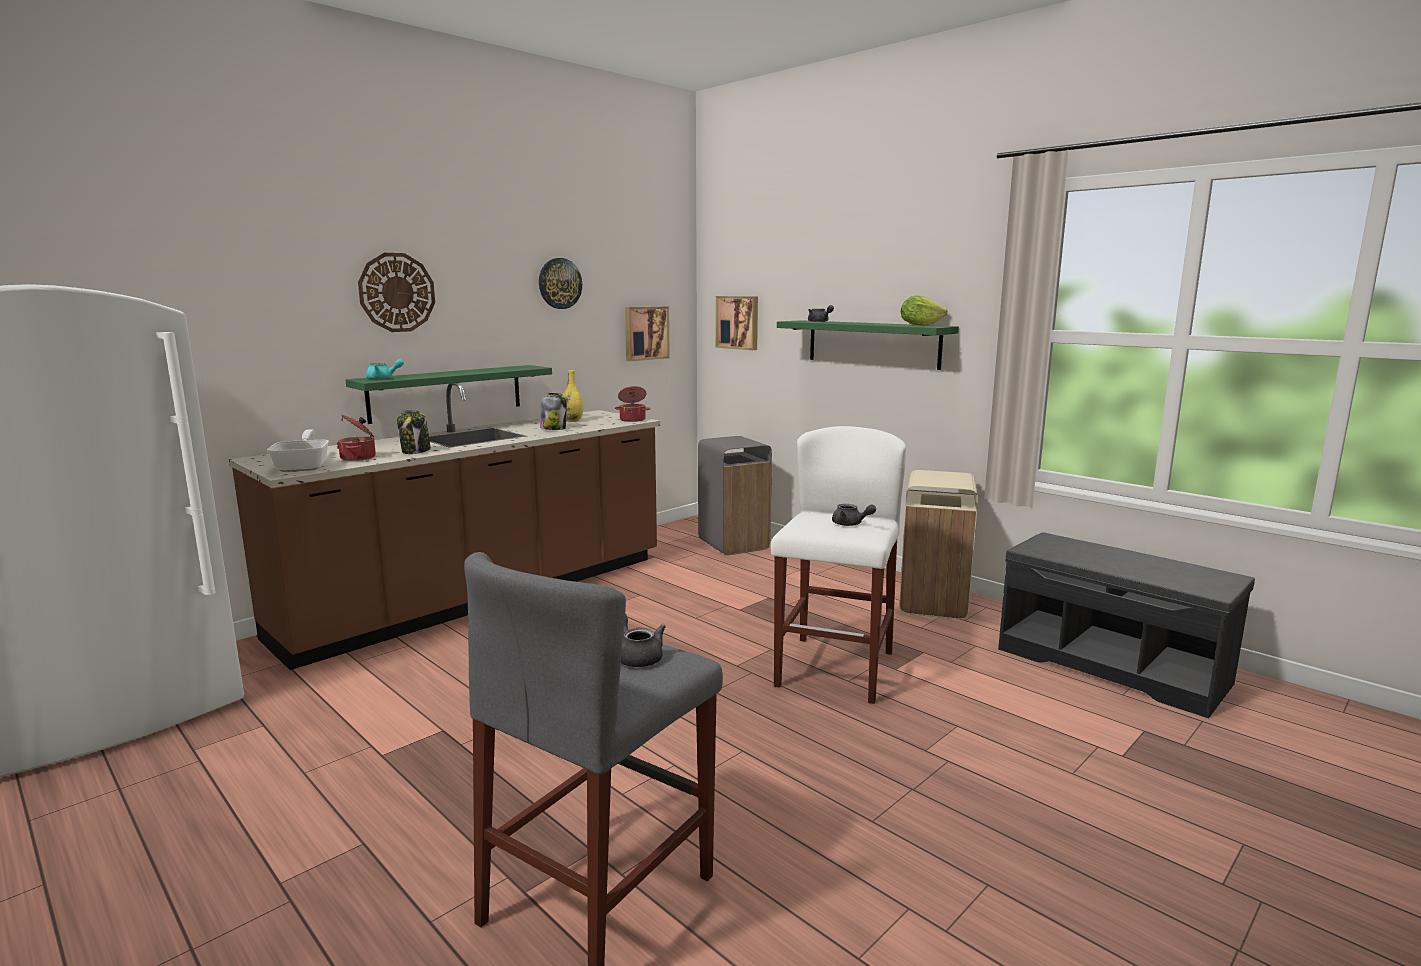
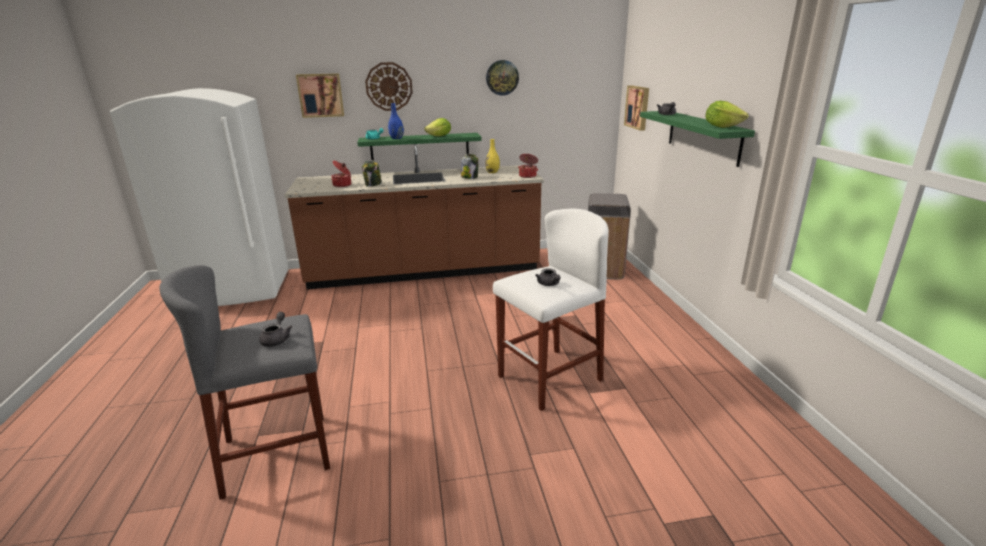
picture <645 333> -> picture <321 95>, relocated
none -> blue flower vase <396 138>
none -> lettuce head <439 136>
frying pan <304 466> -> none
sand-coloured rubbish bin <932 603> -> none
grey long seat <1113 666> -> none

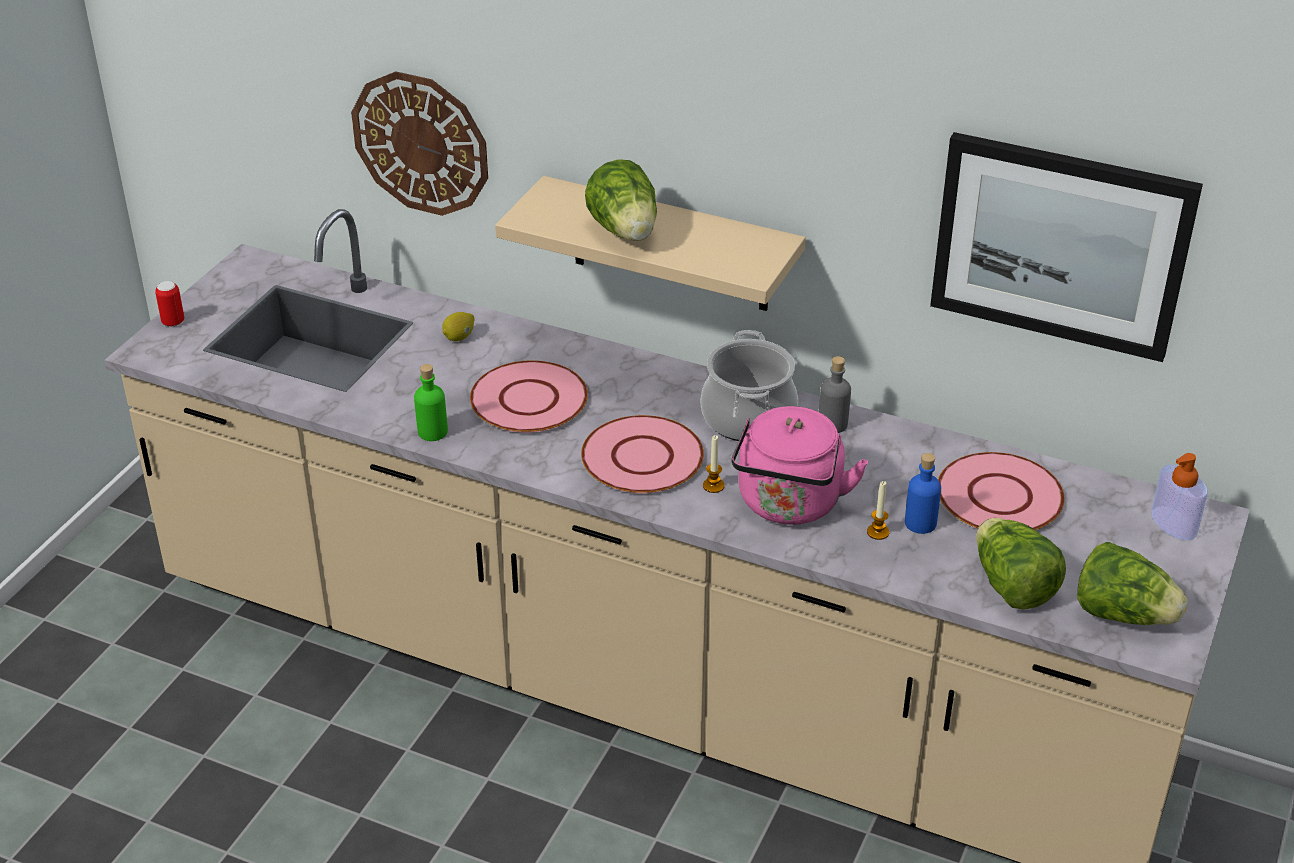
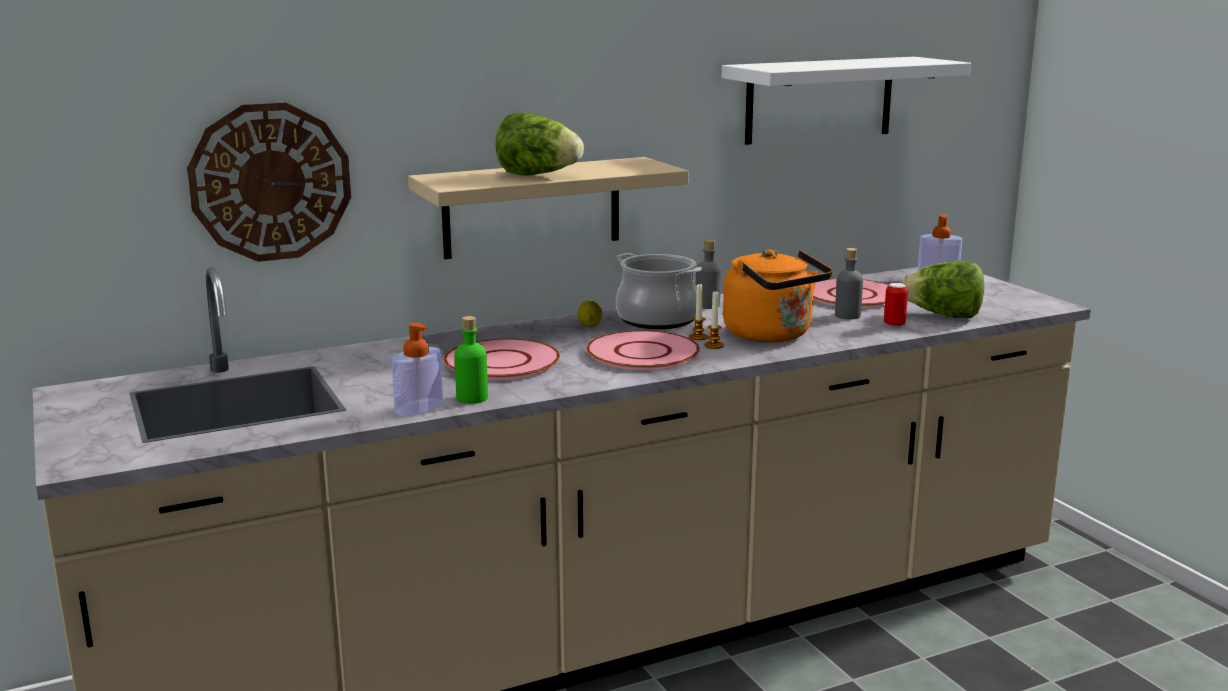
none -> soap bottle <419 407>
whole lemon <459 337> -> whole lemon <590 326>, relocated
wax light <878 532> -> wax light <698 337>, relocated
picture <1060 245> -> white wall shelf <819 100>
pink tea kettle <789 505> -> orange-coloured tea kettle <772 335>
blue beverage bottle <920 523> -> grey beverage bottle <847 315>
sealed can <173 322> -> sealed can <894 325>, relocated
lettuce head <1122 614> -> none

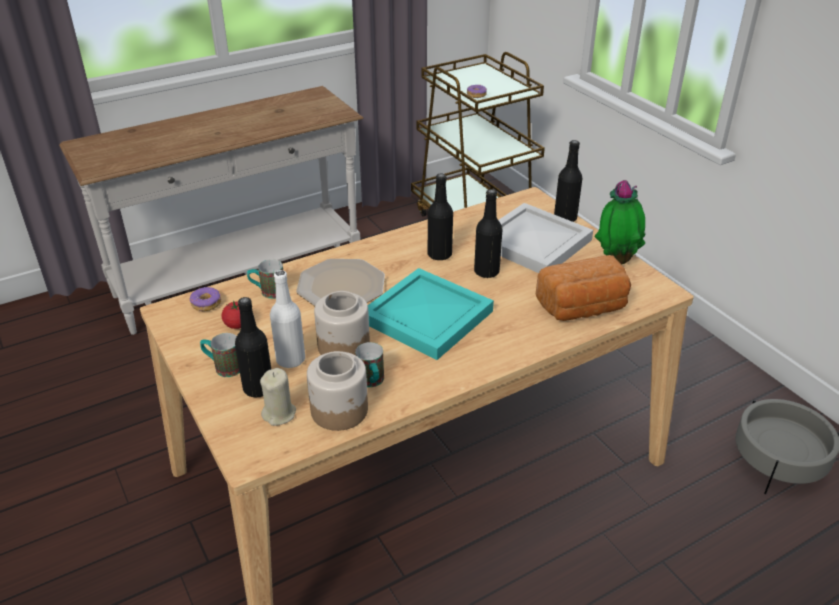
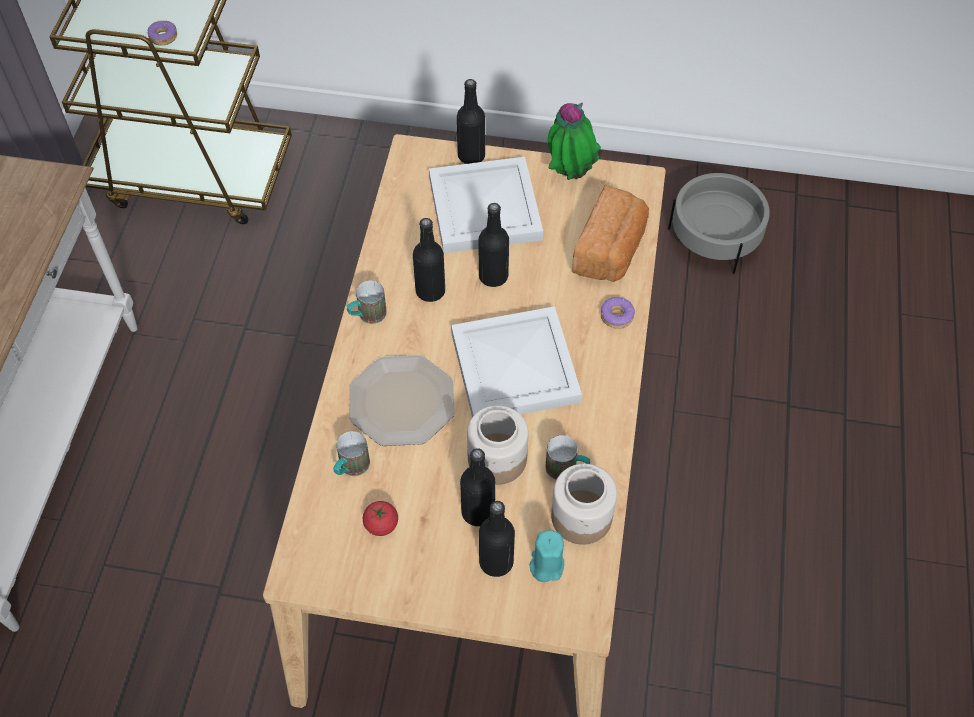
tea mug <223 367> -> tea mug <367 316>, relocated
blue-green serving tray <426 315> -> white serving tray <512 366>
white beverage bottle <290 359> -> black-coloured beverage bottle <478 512>
sand-coloured wax light <279 414> -> blue-green wax light <546 565>
doughnut <206 304> -> doughnut <617 316>, relocated

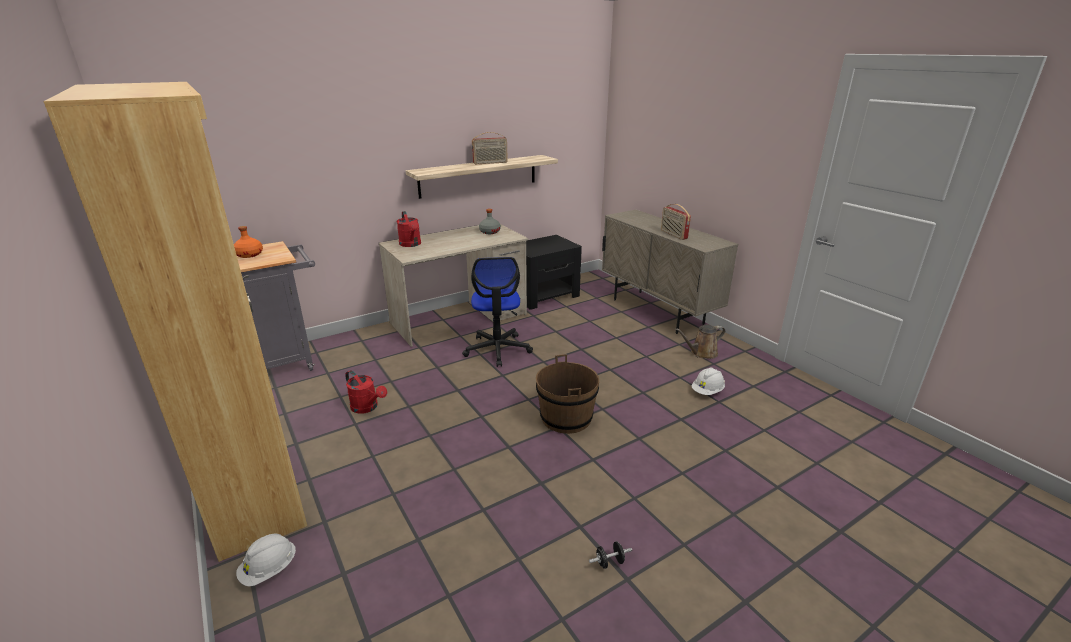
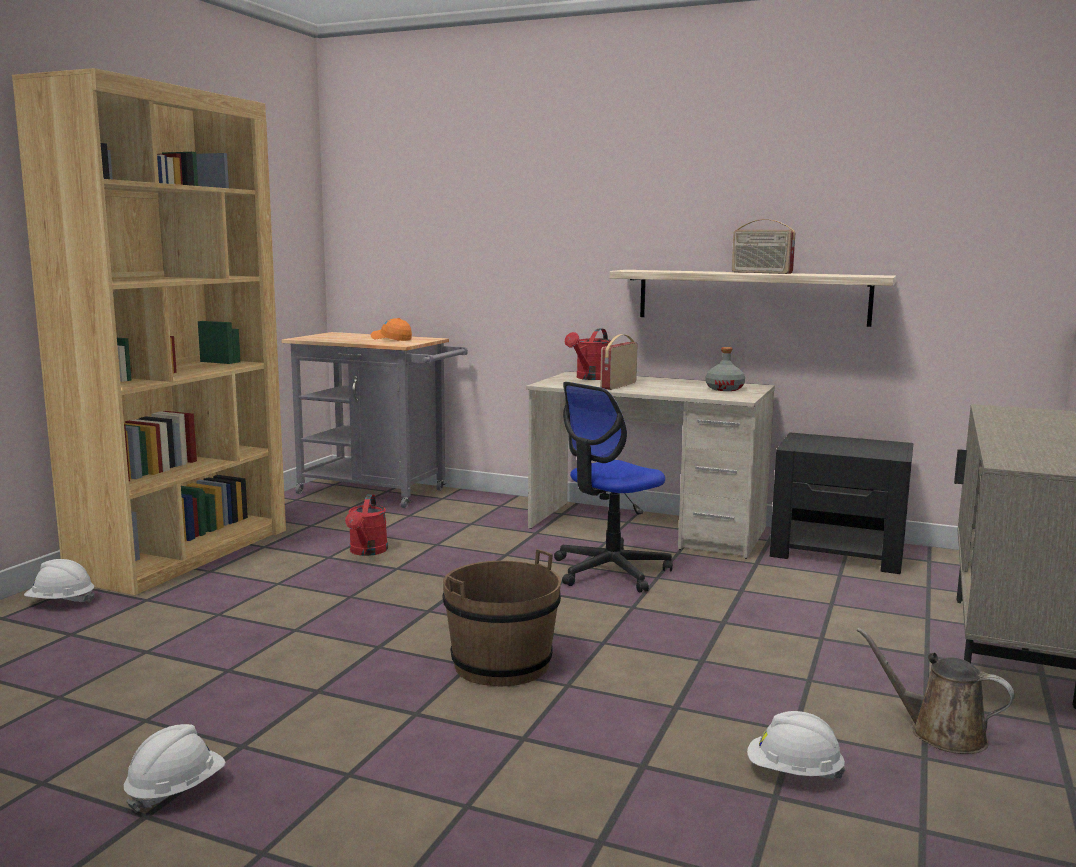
black-coloured hand weight <609 562> -> white hard hat <176 790>
orange-coloured beverage bottle <249 254> -> orange-coloured baseball cap <391 339>
radio <673 234> -> radio <617 385>, relocated

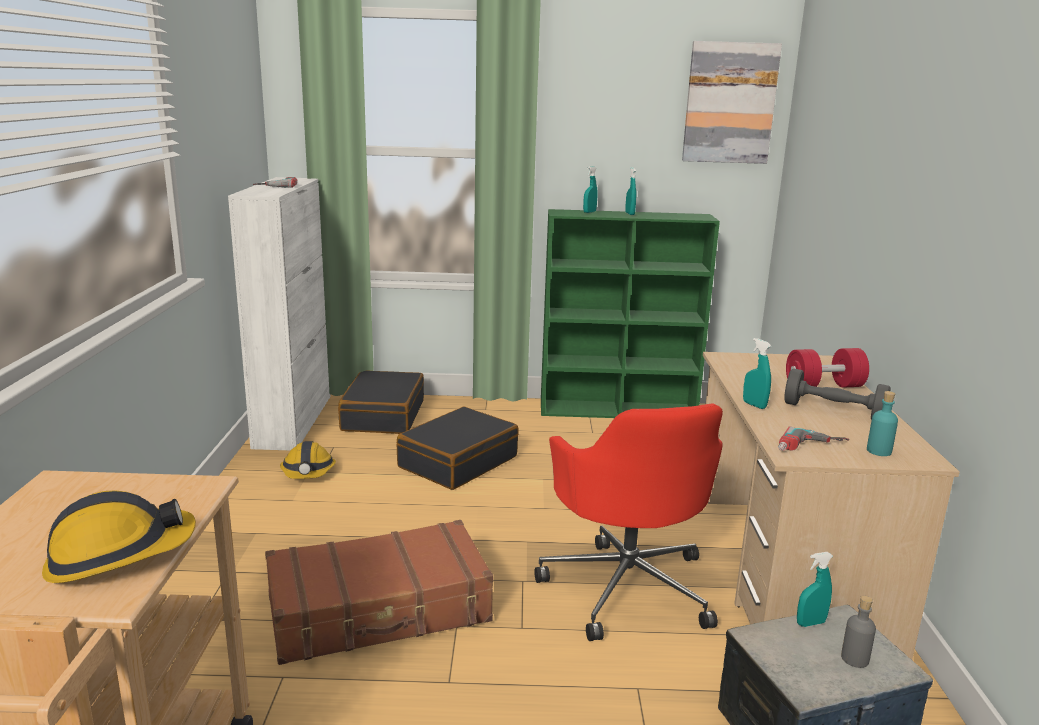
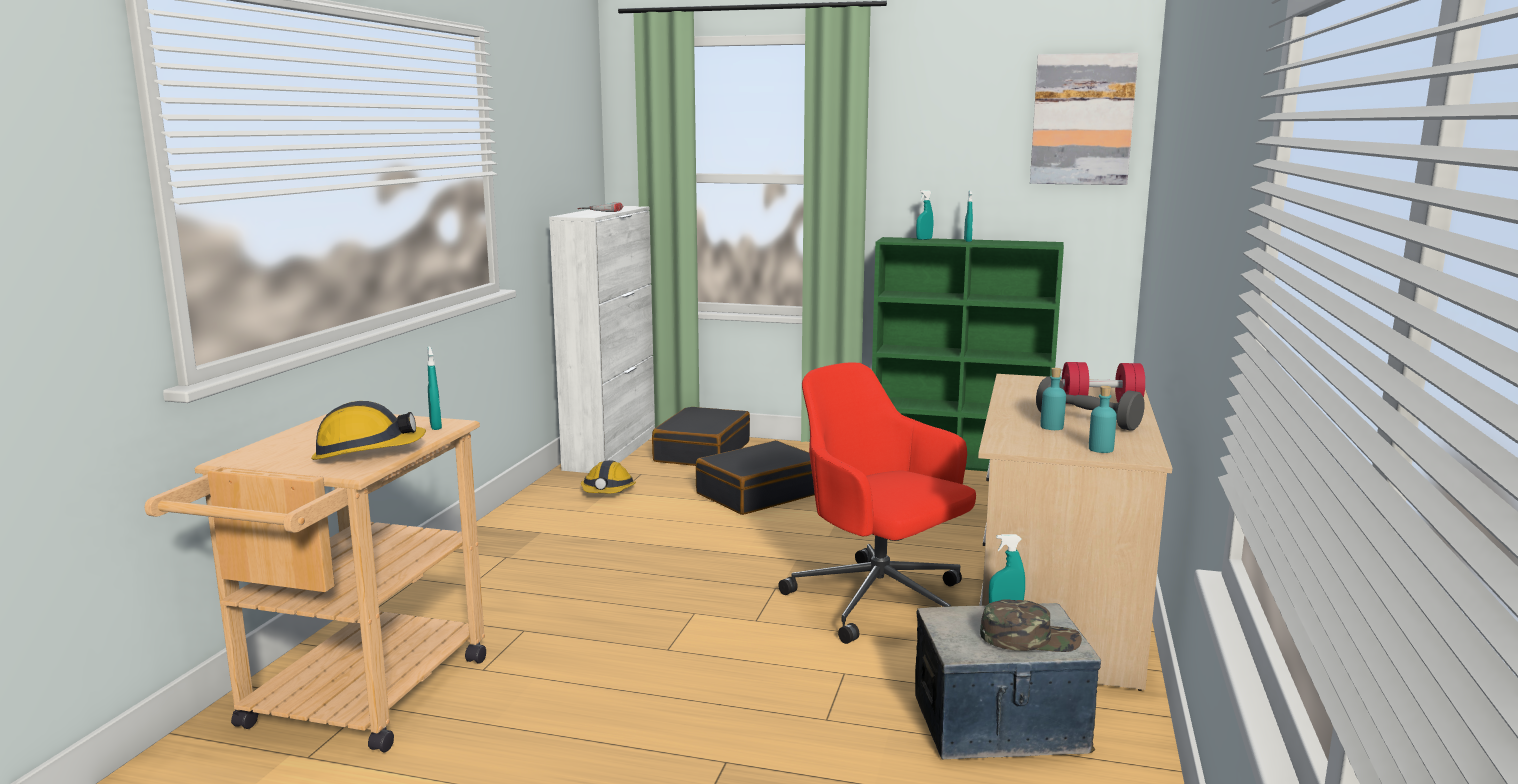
blue-green spray bottle <754 405> -> blue-green spray bottle <435 426>, relocated
reddish office chair <627 586> -> reddish office chair <879 601>, 135 degrees clockwise
grey beverage bottle <854 659> -> greenish baseball cap <1029 638>
none -> blue-green beverage bottle <1051 427>
brown-coloured piece of luggage <380 610> -> none
drill <812 449> -> none

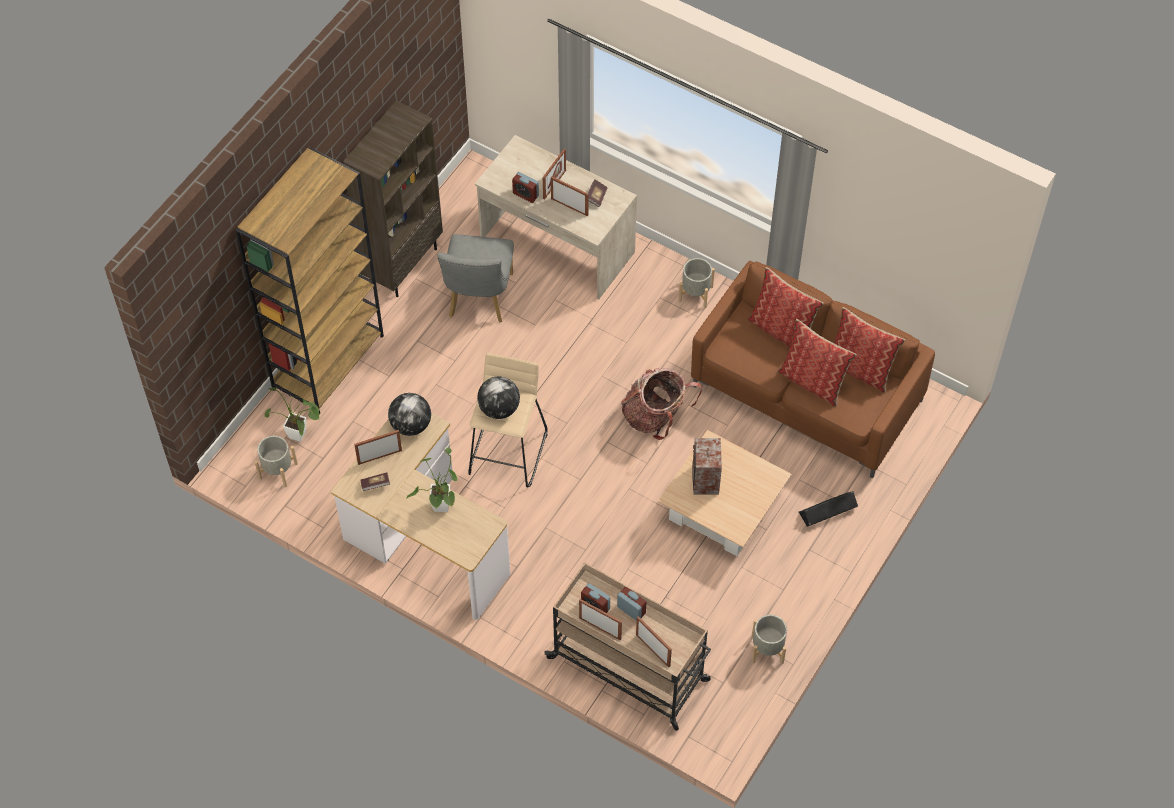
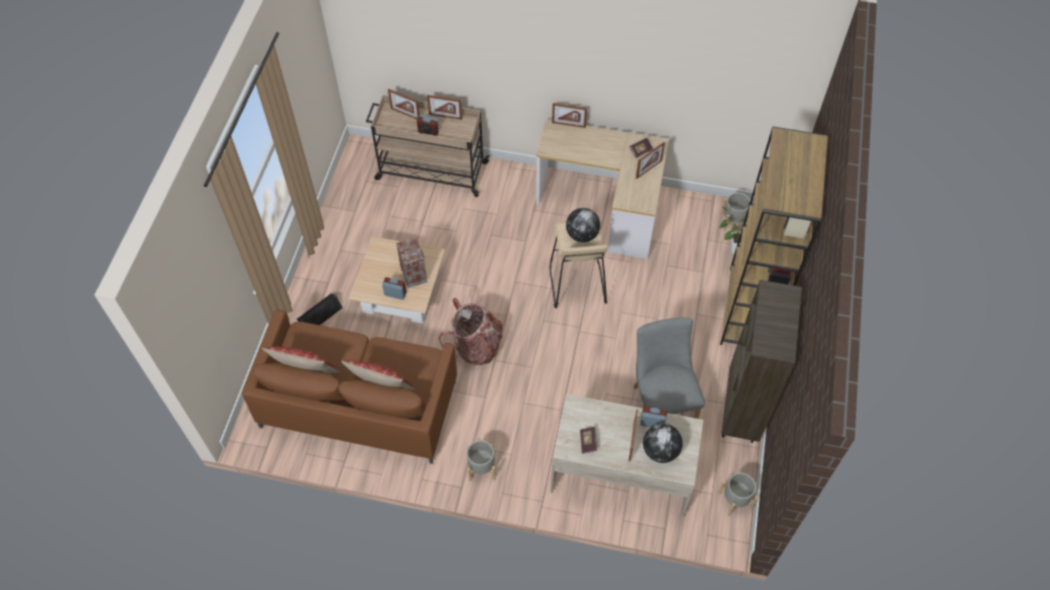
alarm clock <595 606> -> alarm clock <395 294>, relocated
photo frame <569 207> -> photo frame <568 124>, relocated
globe <411 425> -> globe <660 451>, relocated
grey plant pot <767 649> -> grey plant pot <735 500>, relocated
houseplant <440 510> -> none
cushion <813 381> -> none

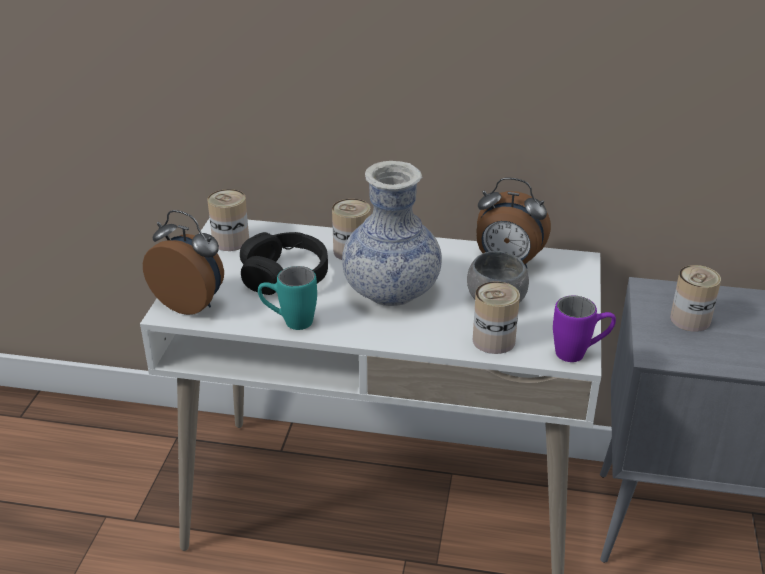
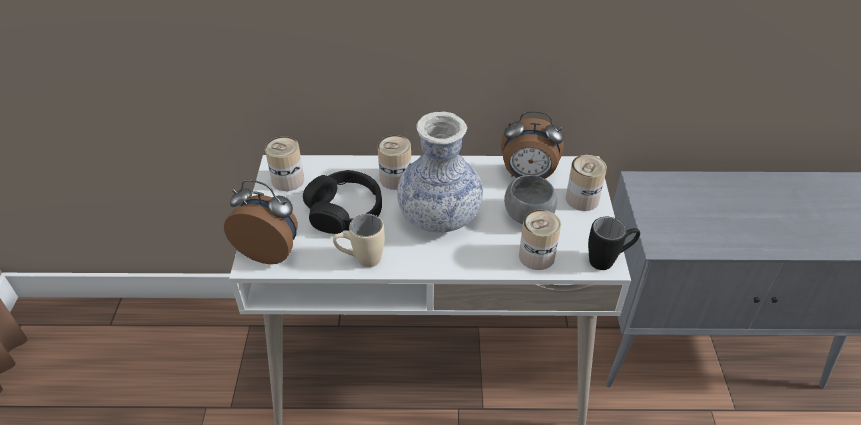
blue-green tea mug <289 322> -> sand-coloured tea mug <361 260>
sealed can <690 319> -> sealed can <582 199>, relocated
purple tea mug <579 353> -> black-coloured tea mug <608 260>

